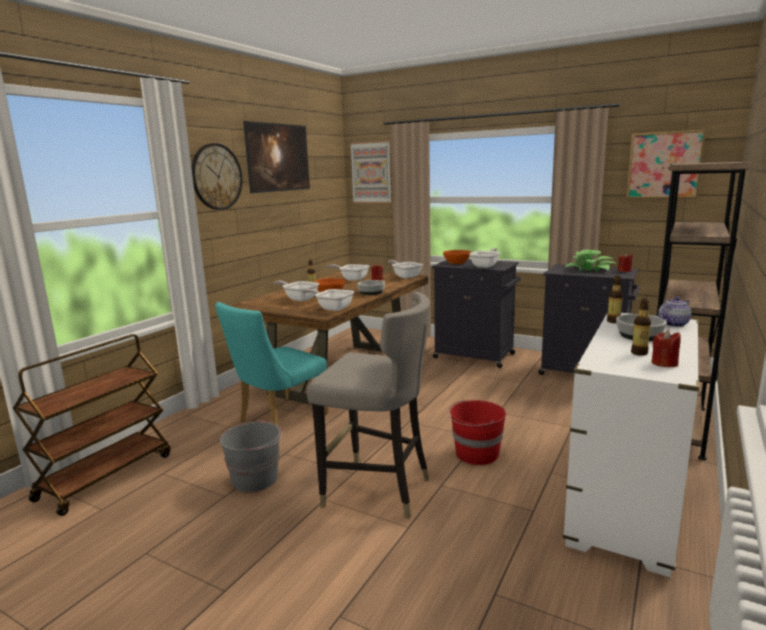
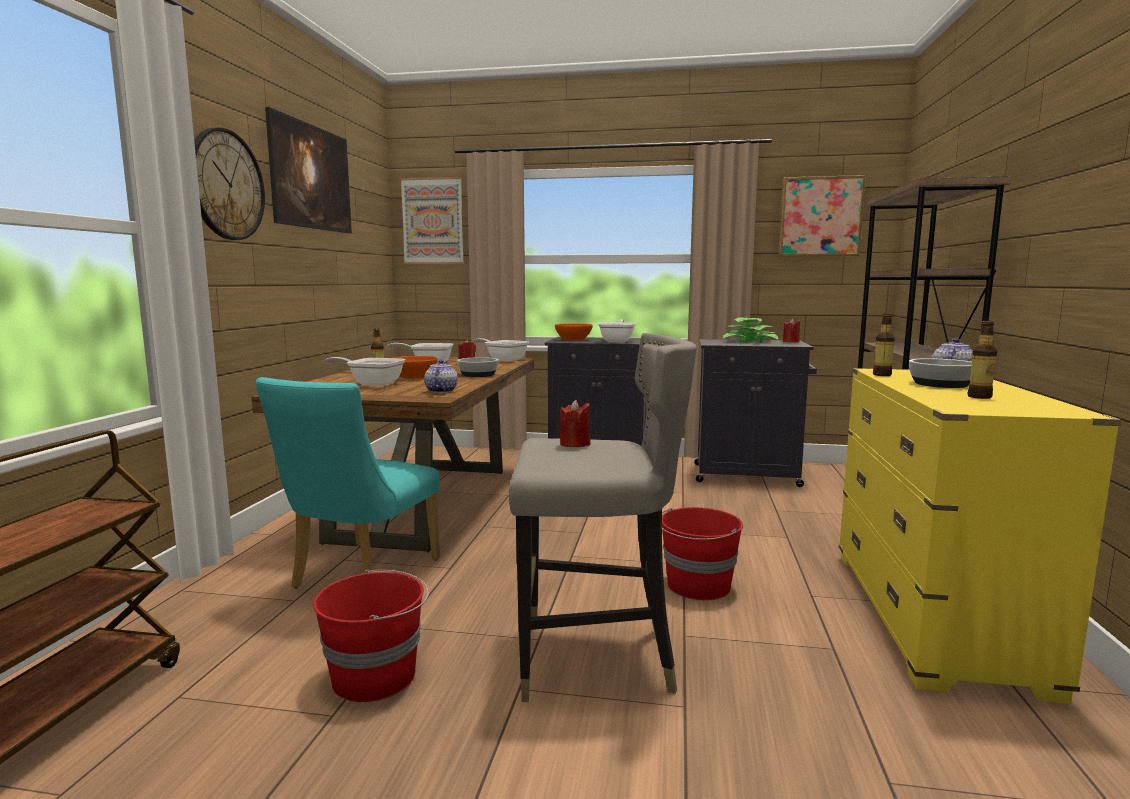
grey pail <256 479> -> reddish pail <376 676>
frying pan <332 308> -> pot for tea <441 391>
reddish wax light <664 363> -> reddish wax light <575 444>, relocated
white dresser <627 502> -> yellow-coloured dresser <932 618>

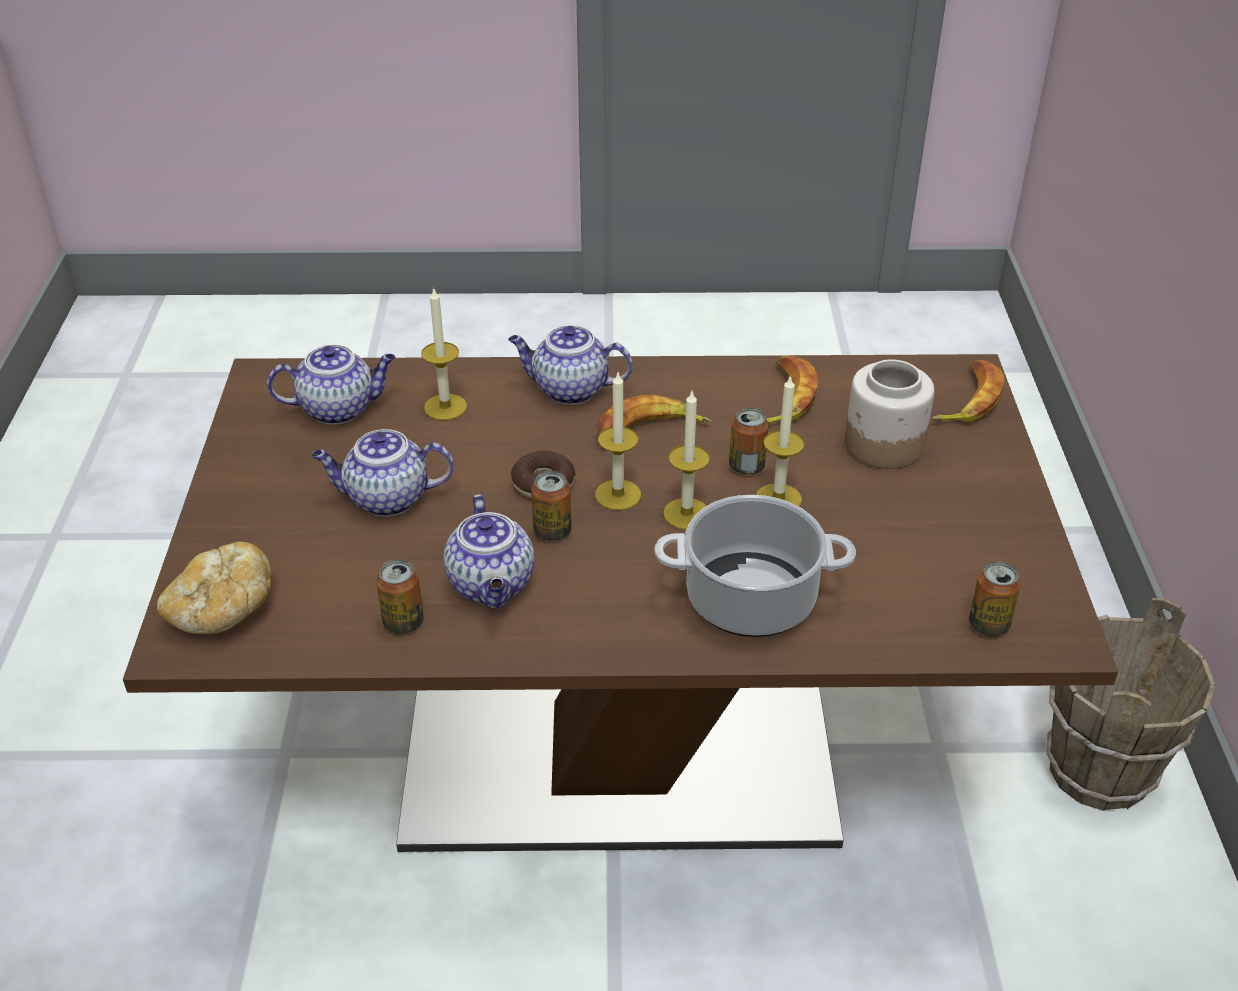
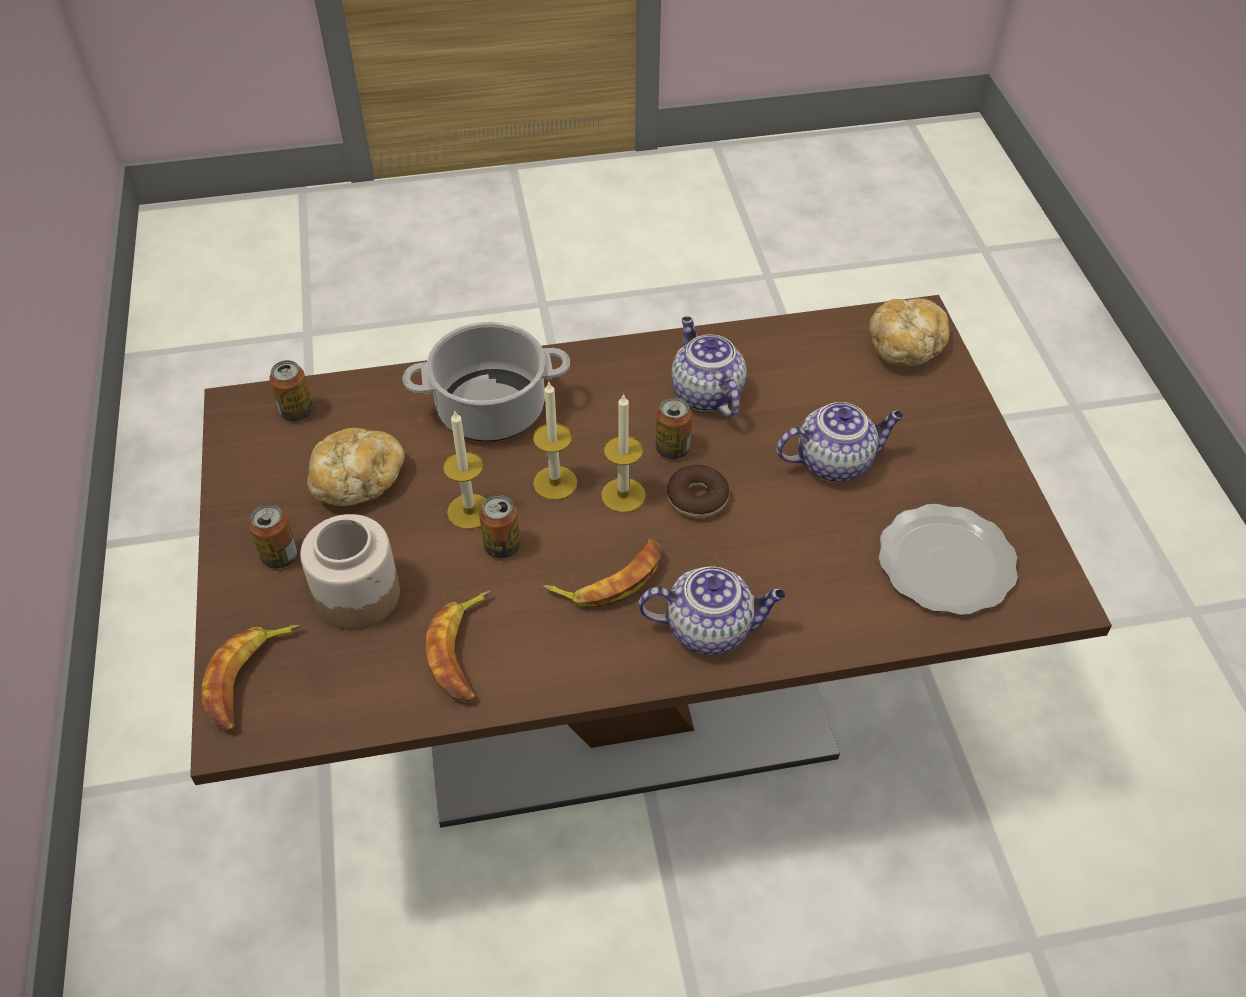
sealed can <403 622> -> sealed can <280 556>, relocated
none -> bakery bread <358 481>
pot for tea <339 408> -> dinner plate <945 564>
wax light <445 407> -> none
brown-coloured pail <1097 771> -> none

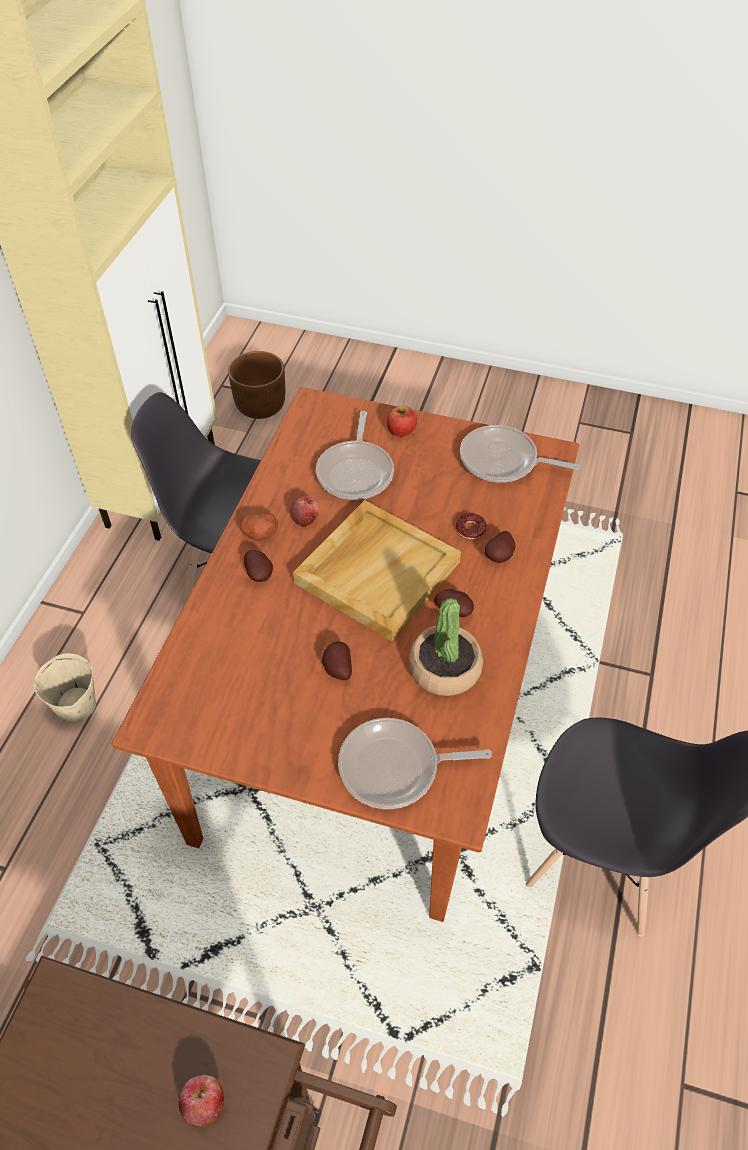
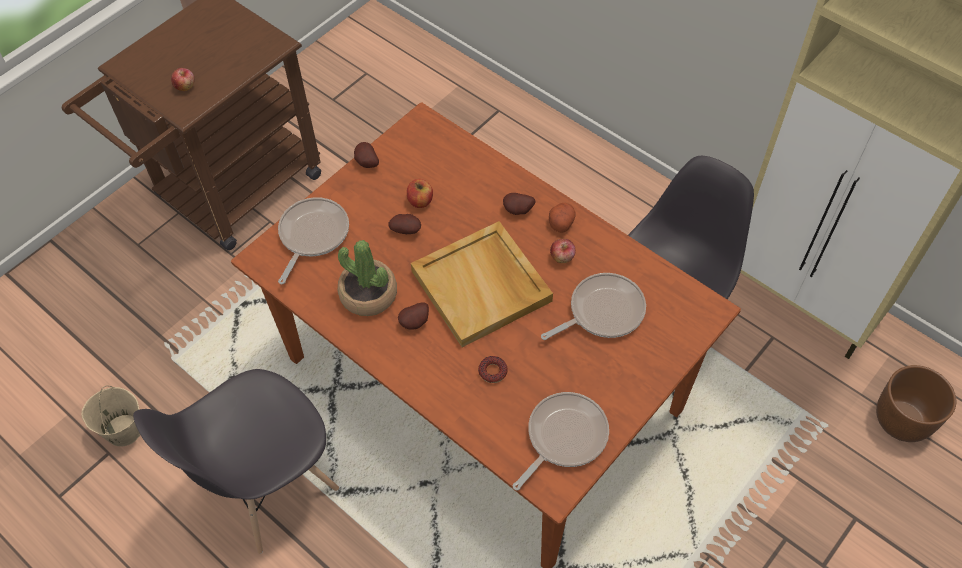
sand-coloured pail <76 706> -> sand-coloured pail <123 430>, relocated
spud <500 556> -> spud <366 163>, relocated
apple <401 431> -> apple <420 201>, relocated
frying pan <356 472> -> frying pan <602 311>, 120 degrees clockwise

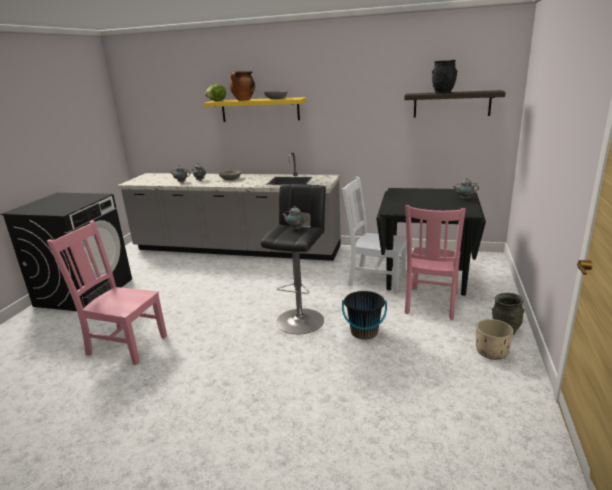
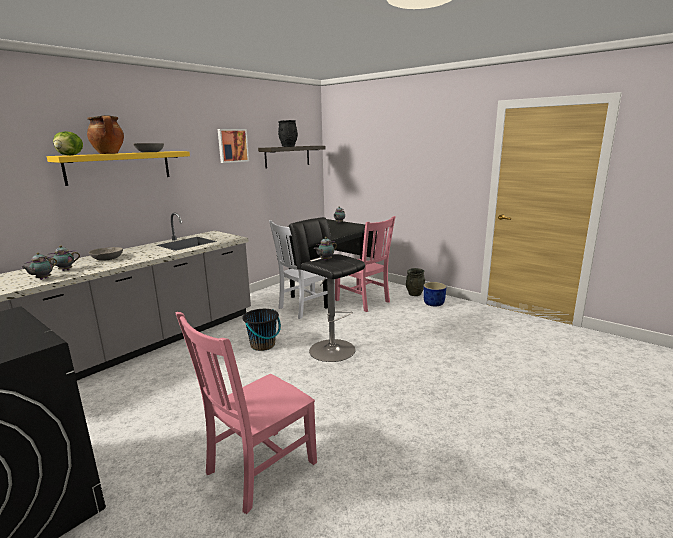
none -> picture <232 145>
black-coloured pail <364 332> -> black-coloured pail <263 345>, relocated
sand-coloured plant pot <492 353> -> blue plant pot <434 303>

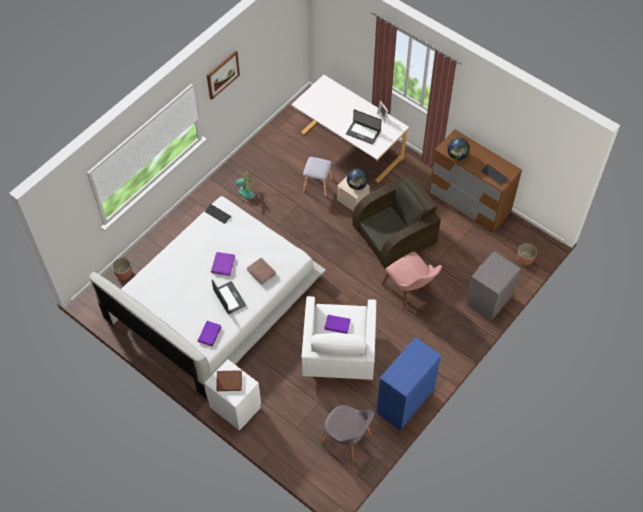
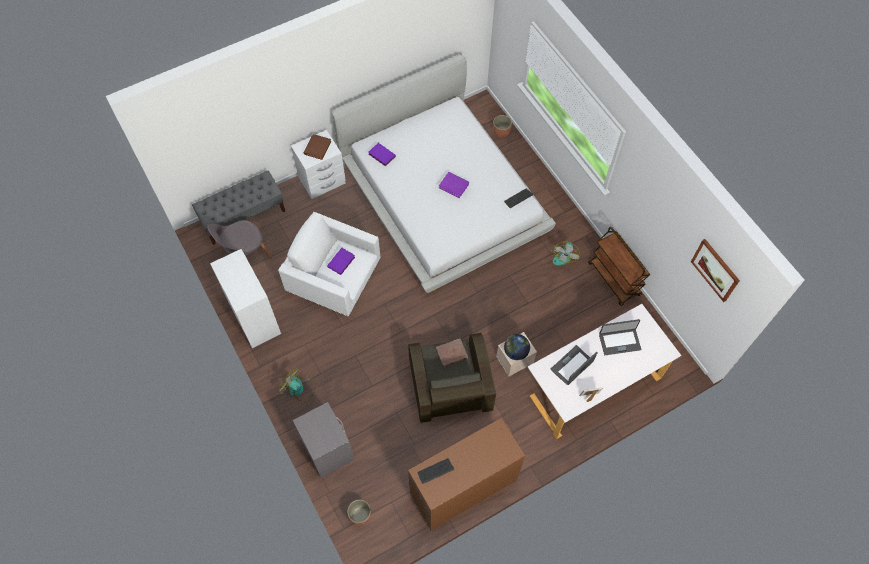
none -> grey long seat <244 217>
blue dresser <404 402> -> white dresser <255 318>
none -> cooling fan <299 389>
brown-coloured book <261 271> -> brown-coloured book <452 353>, relocated
none -> brown-coloured trolley <614 279>
laptop <229 298> -> laptop <619 341>, relocated
picture <222 74> -> picture <715 270>, relocated
grey stool <317 185> -> none
pink chair <411 292> -> none
globe <457 155> -> none

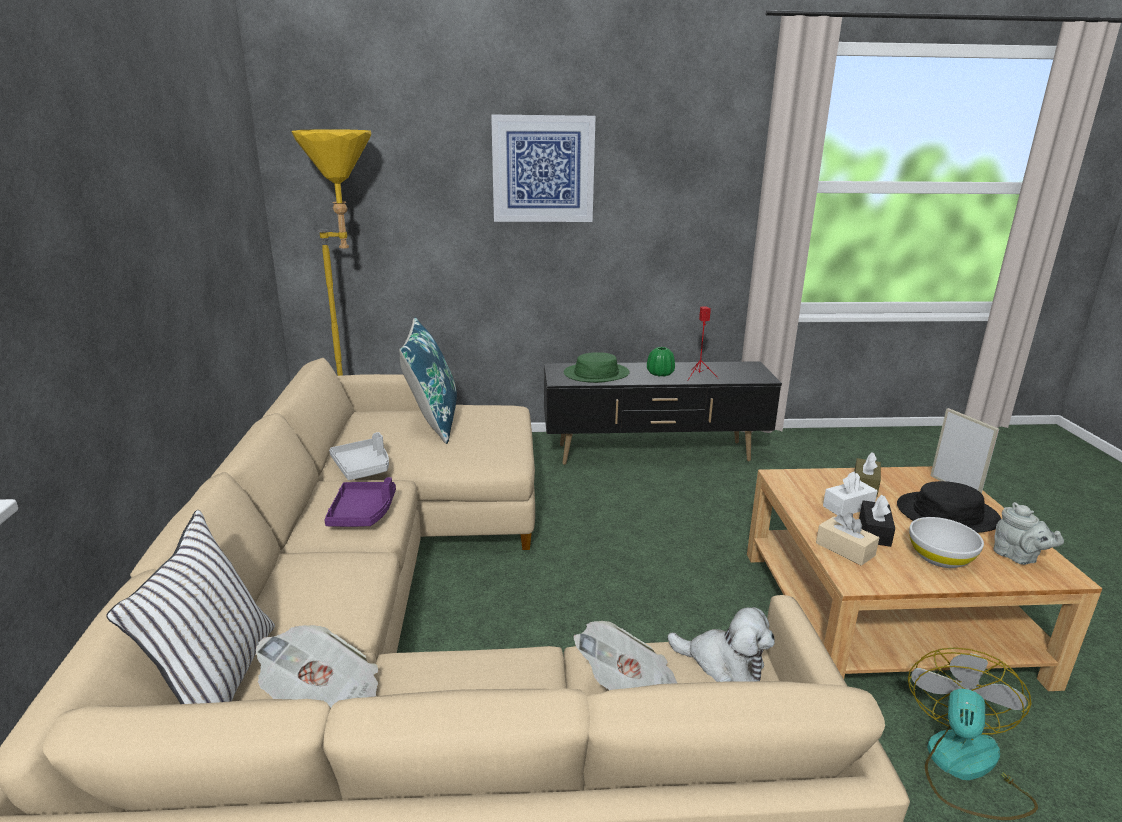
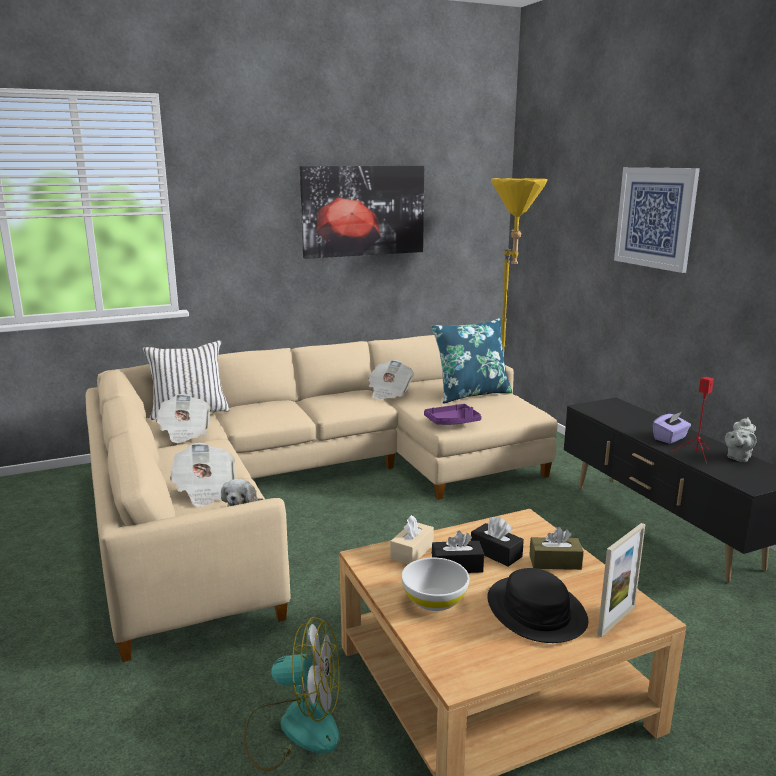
none -> picture <363 211>
grey serving tray <363 467> -> daily paper <389 392>
purple serving tray <363 513> -> purple serving tray <452 422>, relocated
white tissue holder <848 507> -> black-coloured tissue holder <496 553>
greenish flower vase <660 374> -> purple tissue holder <670 438>
grey pot for tea <1017 557> -> grey pot for tea <738 457>, relocated
greenish wearable hat <596 374> -> none

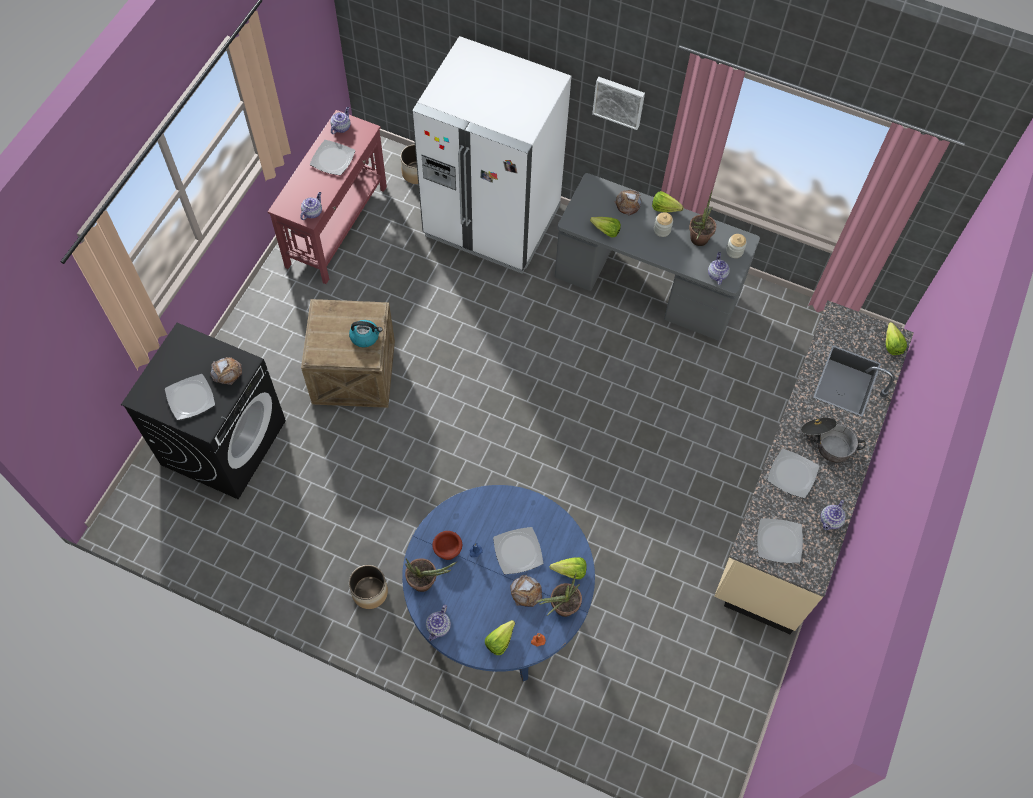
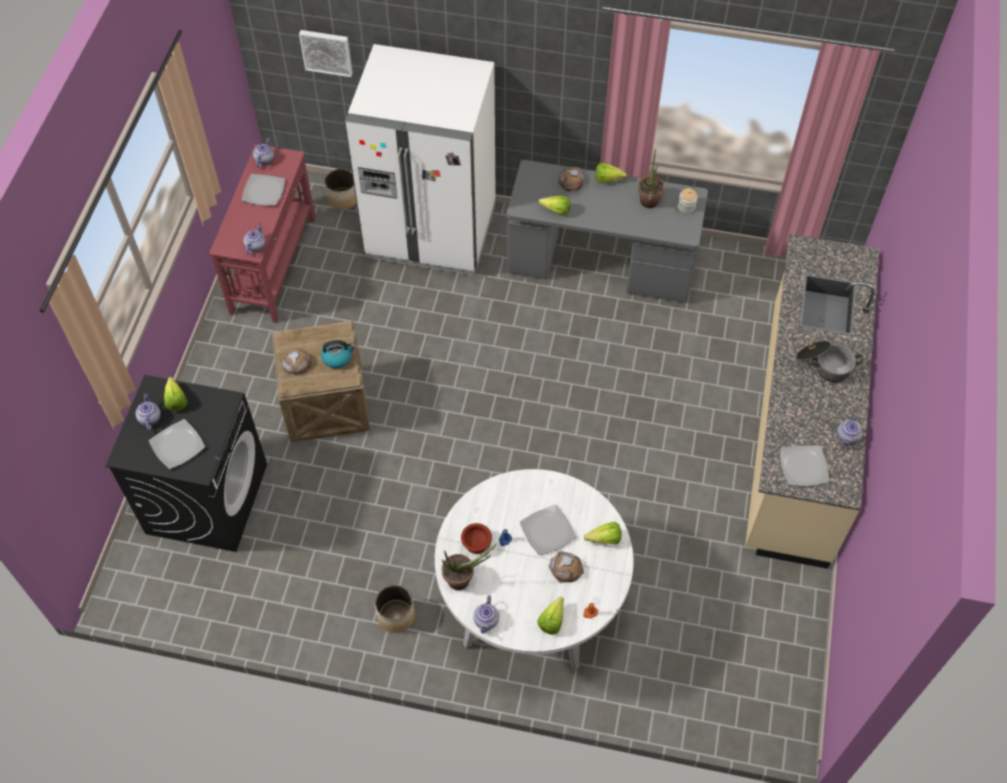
pot for tea <717 274> -> pot for tea <150 418>, relocated
lettuce head <891 342> -> lettuce head <176 398>, relocated
bakery bread <227 372> -> bakery bread <297 363>, relocated
picture <619 101> -> picture <327 51>, relocated
blue dining table <498 609> -> white dining table <531 605>
houseplant <560 609> -> none
storage jar <662 230> -> none
dinner plate <792 475> -> none

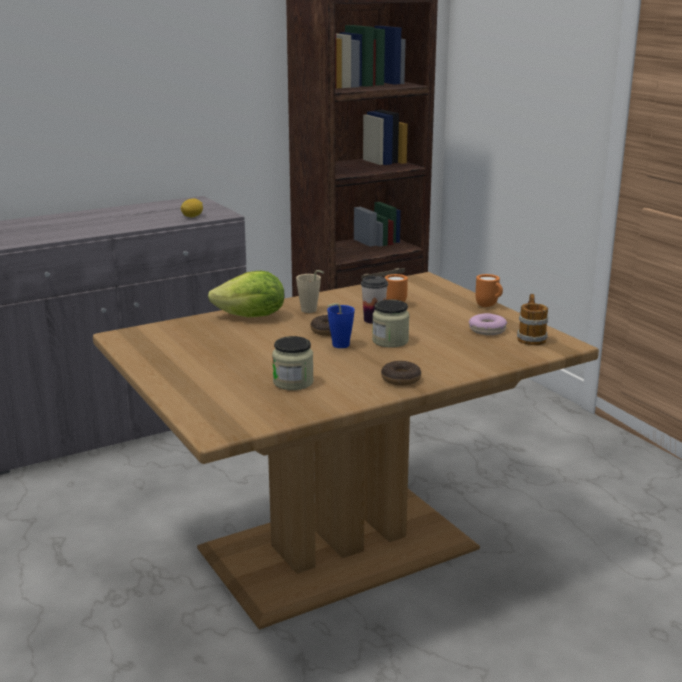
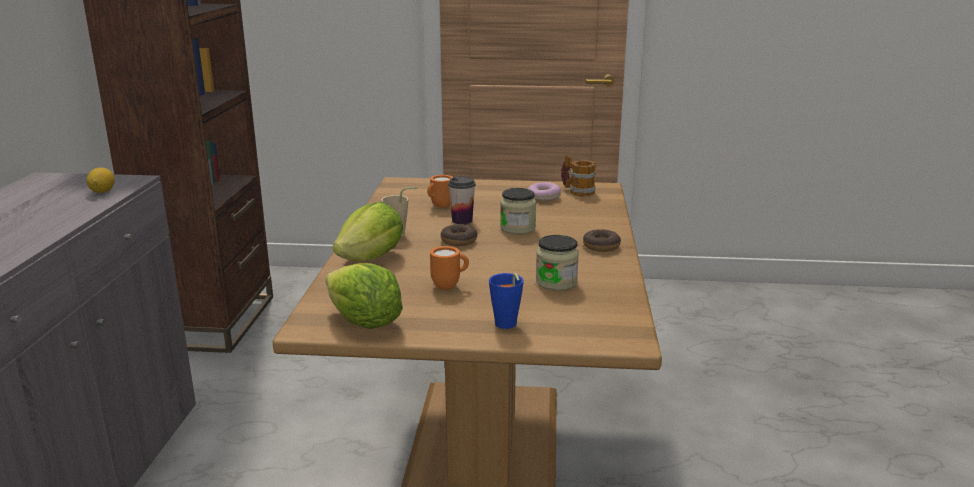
none -> lettuce head <364 323>
orange-coloured tea mug <489 306> -> orange-coloured tea mug <450 286>, relocated
blue small cup <337 346> -> blue small cup <506 326>, relocated

